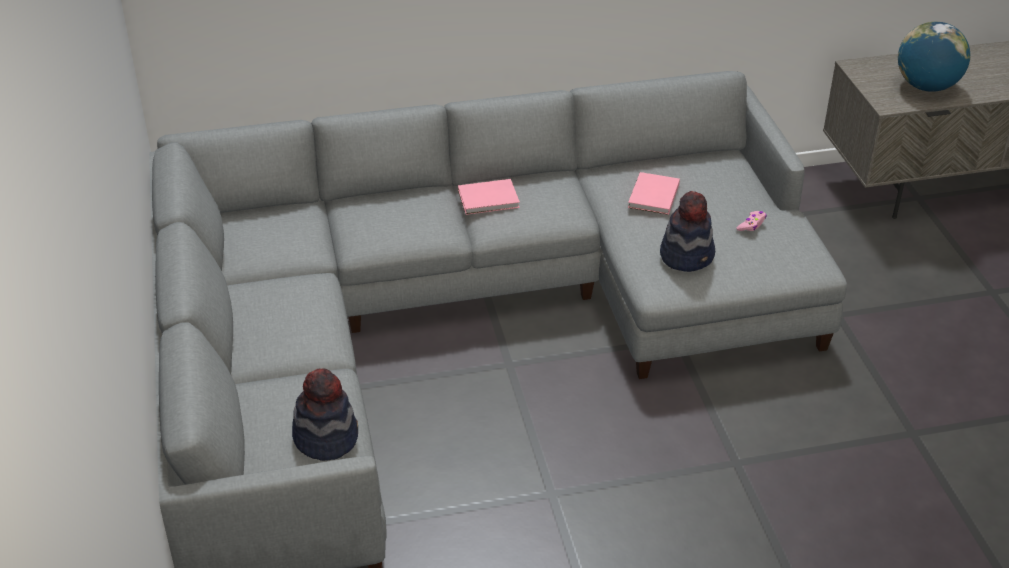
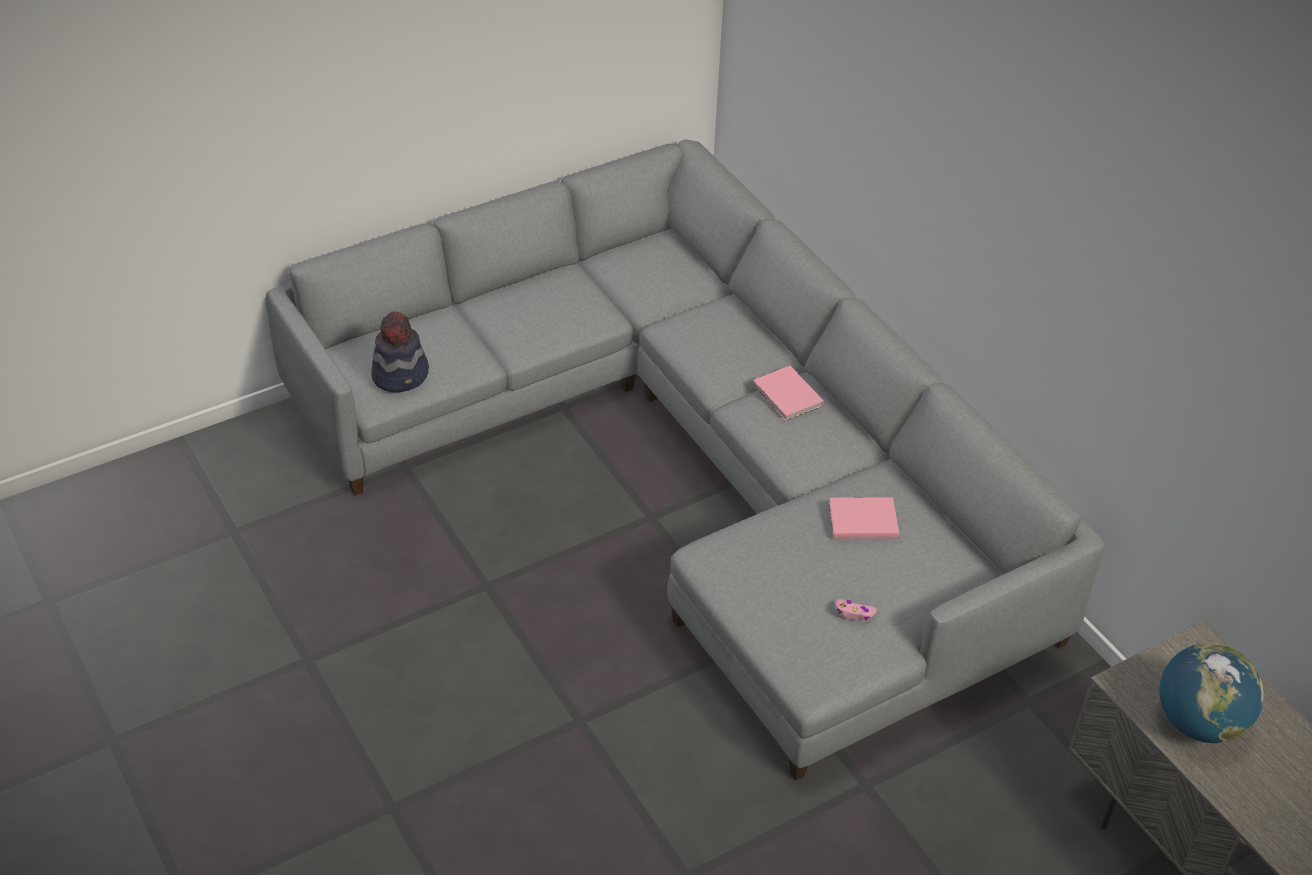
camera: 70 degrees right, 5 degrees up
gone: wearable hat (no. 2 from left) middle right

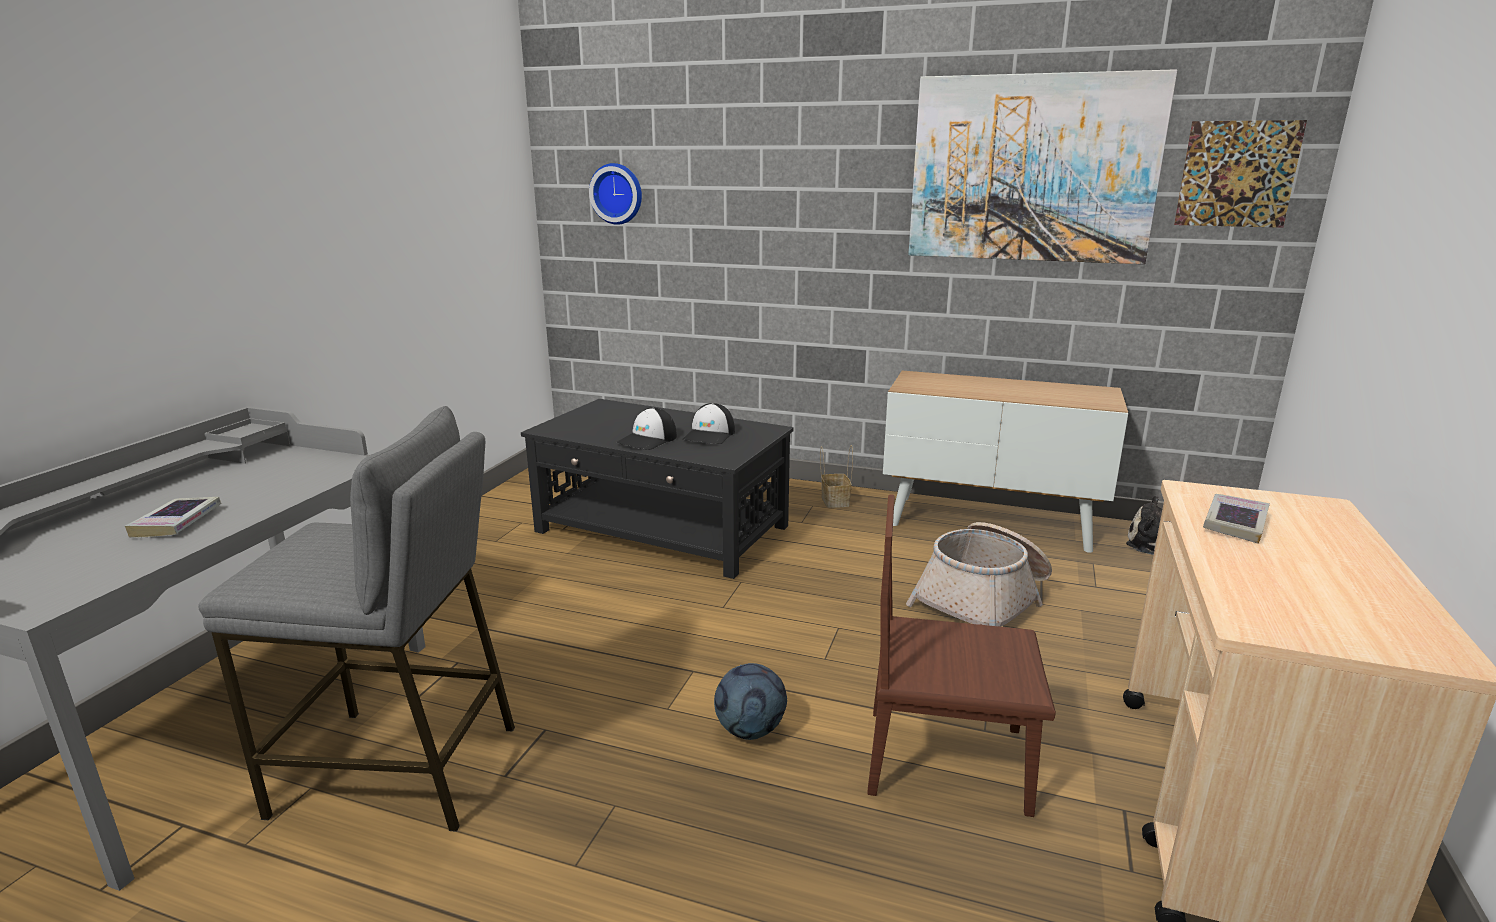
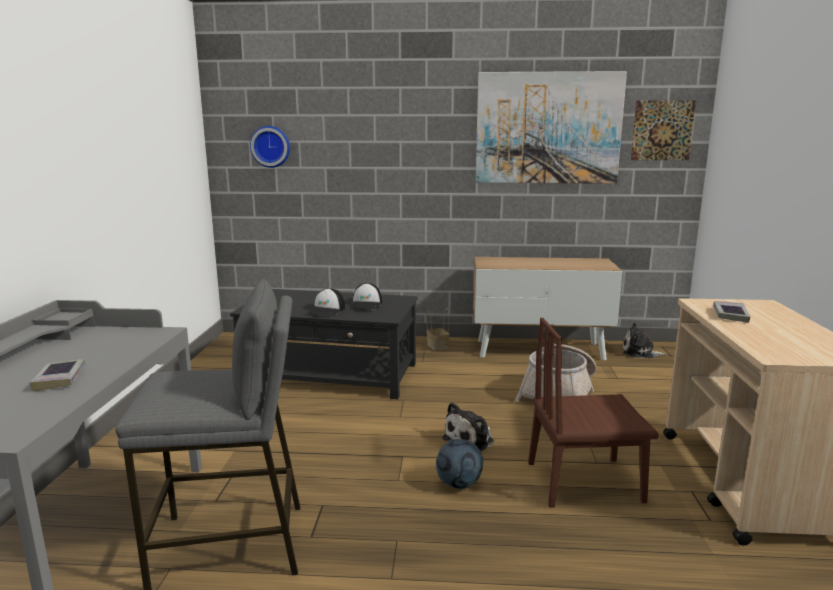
camera: 15 degrees left, 5 degrees down
new: cuddly toy (no. 1 from left) bottom centre

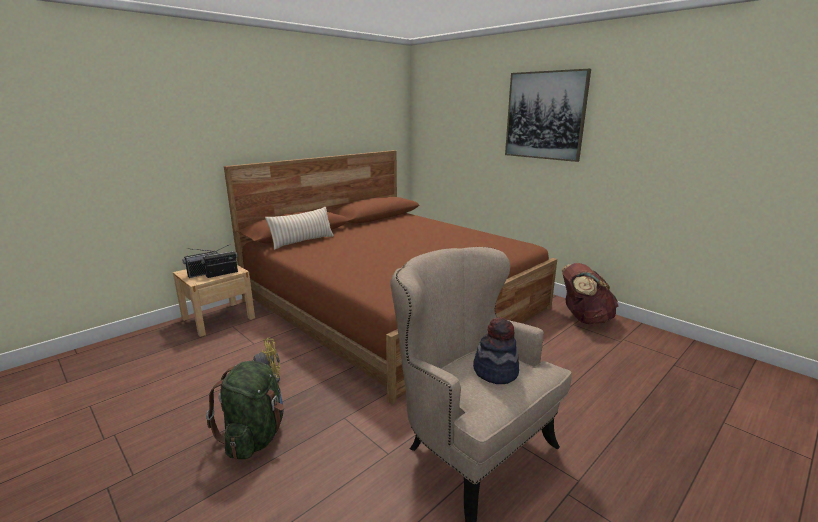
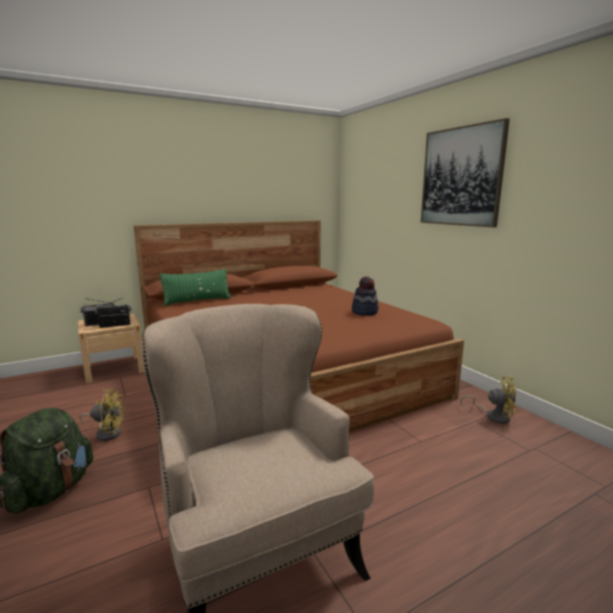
camera: 15 degrees right, 5 degrees down
shifted: wearable hat bottom centre to centre
swapped: brownish backpack middle right to yellowish cooling fan (no. 2 from left) middle right
repainted: sand-coloured throw pillow centre to green throw pillow middle left

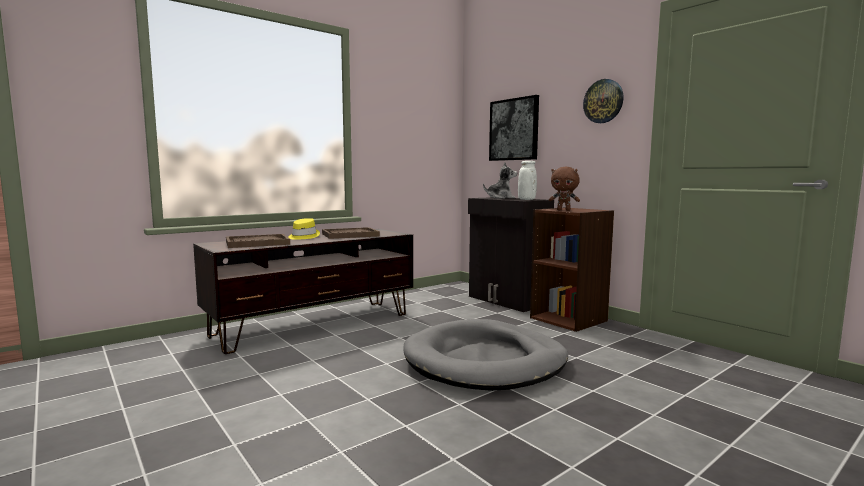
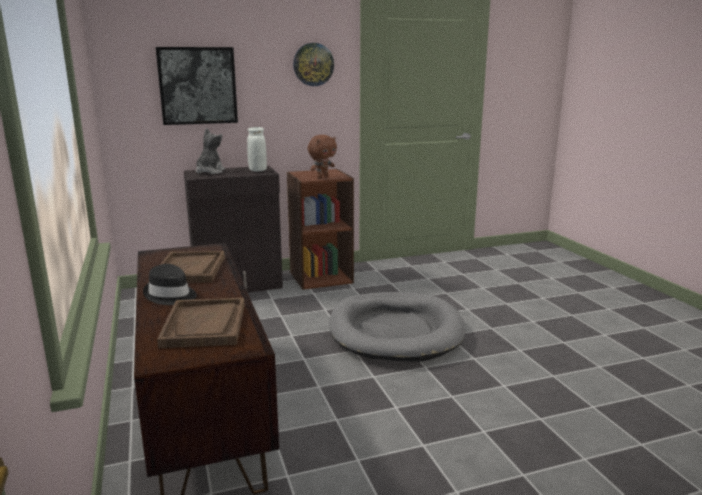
camera: 70 degrees left, 10 degrees up
repainted: yellowish wearable hat centre to black wearable hat middle left

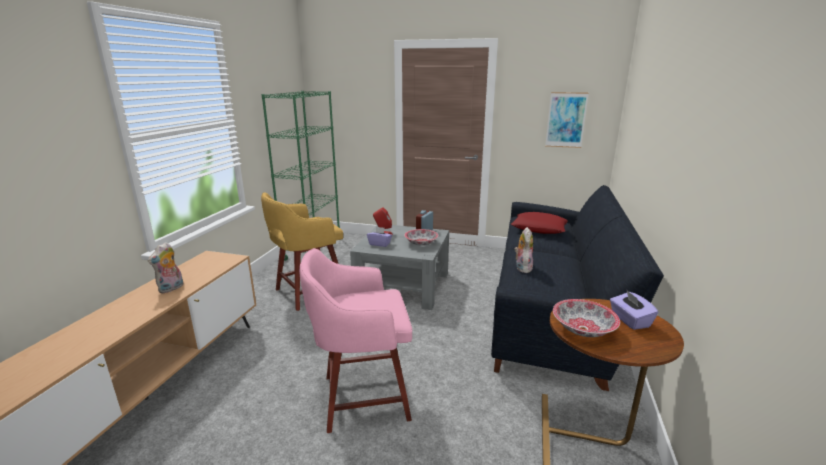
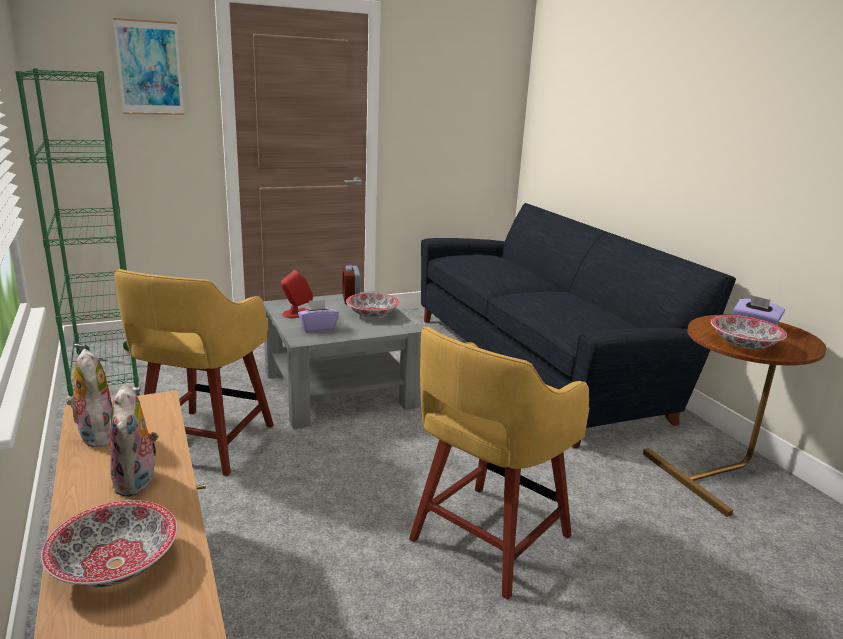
camera: 40 degrees left, 0 degrees up
gone: reddish throw pillow centre
new: bowl (no. 1 from left) bottom left
shifted: cuddly toy (no. 2 from left in the first image) centre to cuddly toy (no. 1 from left) middle left; wall picture top right to top left
repainted: pinkish stool seat bottom centre to yellowish stool seat (no. 2 from left) bottom centre

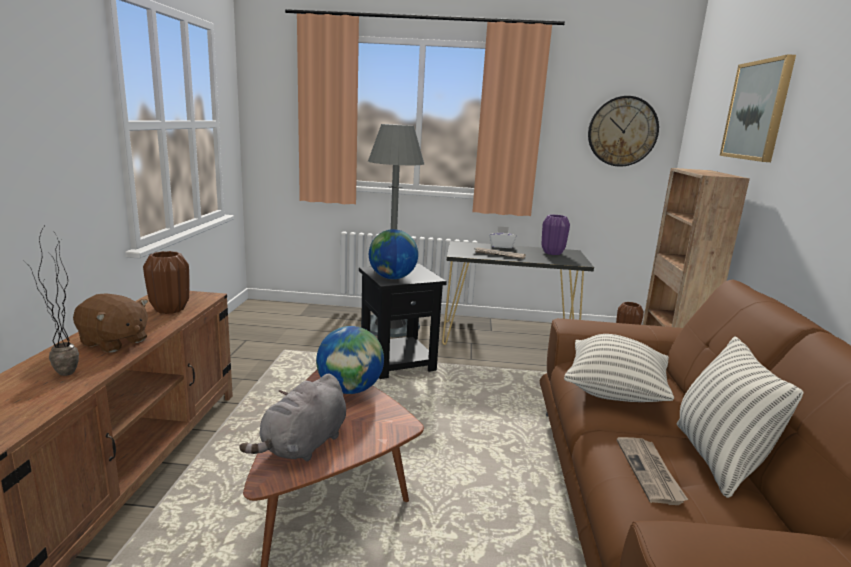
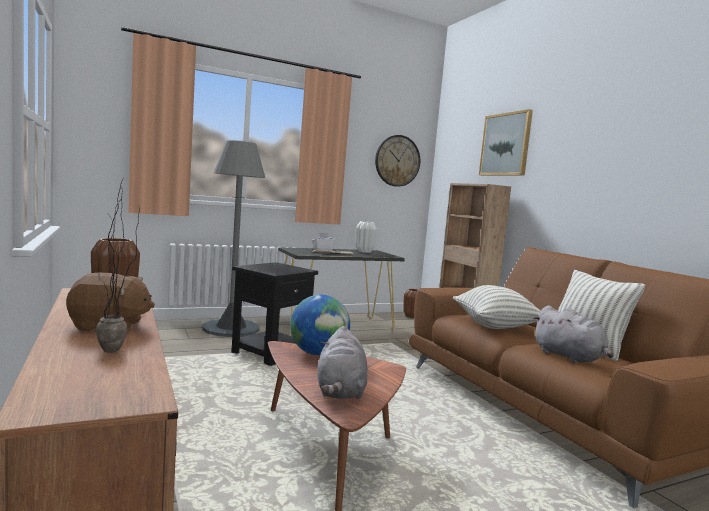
camera: 30 degrees left, 10 degrees down
gone: globe (no. 2 from left) centre
swapped: newspaper (no. 2 from left) bottom right to gray cuddly toy (no. 2 from left) middle right
repainted: purple-coloured vase centre to whitish vase centre

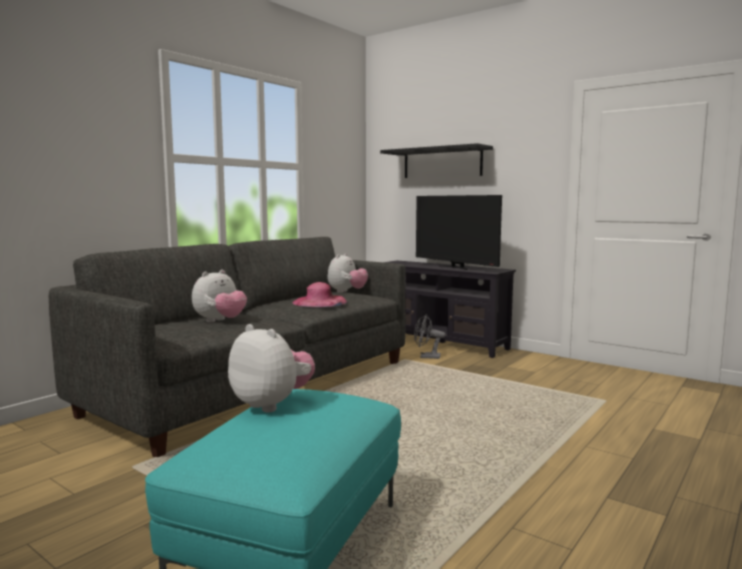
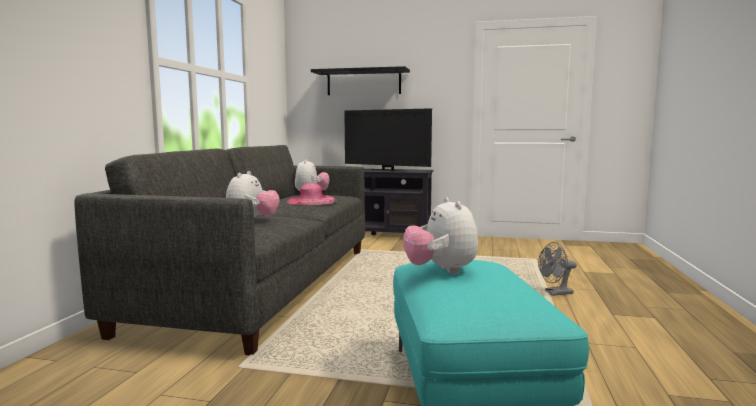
camera: 25 degrees left, 0 degrees up
shifted: gray cooling fan centre to middle right
rotated: cuddly toy (no. 2 from left in the first image) centre = centre 120 degrees counterclockwise

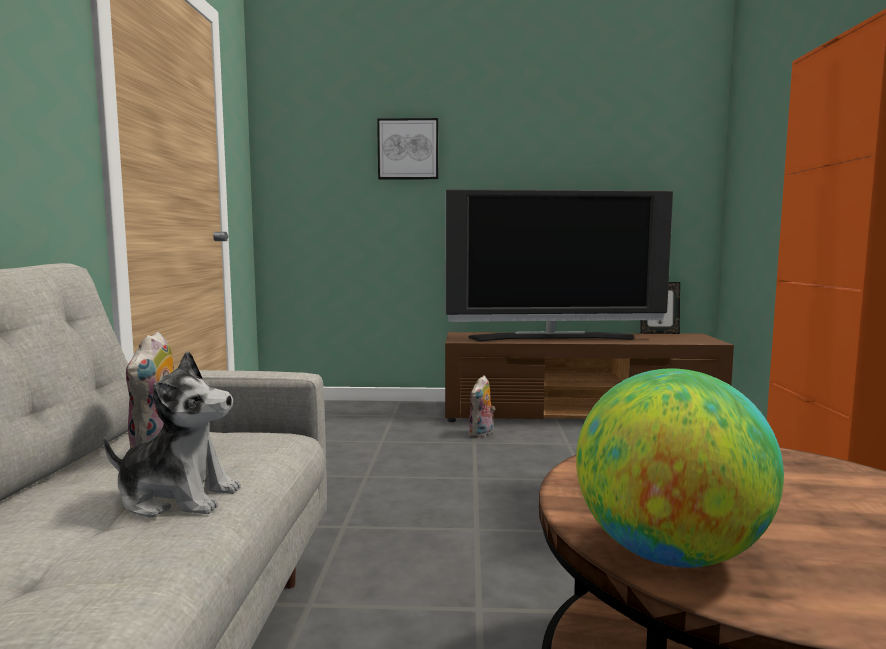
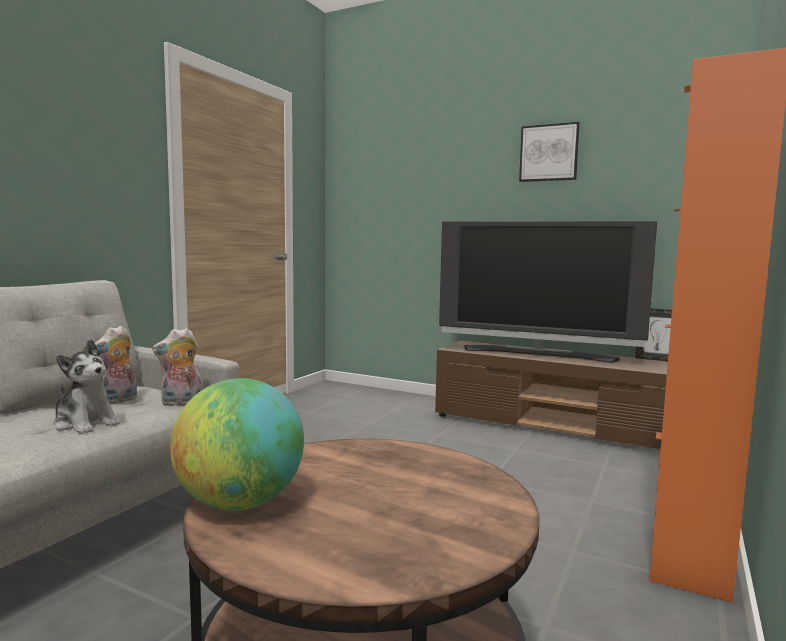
camera: 25 degrees right, 0 degrees up
shifted: cuddly toy (no. 3 from left) centre to middle left; wall picture top centre to top right

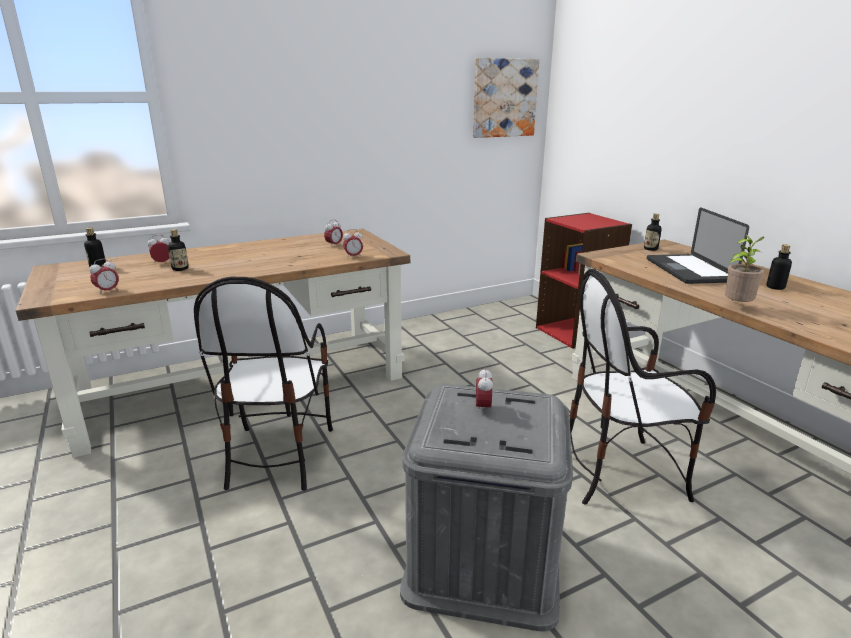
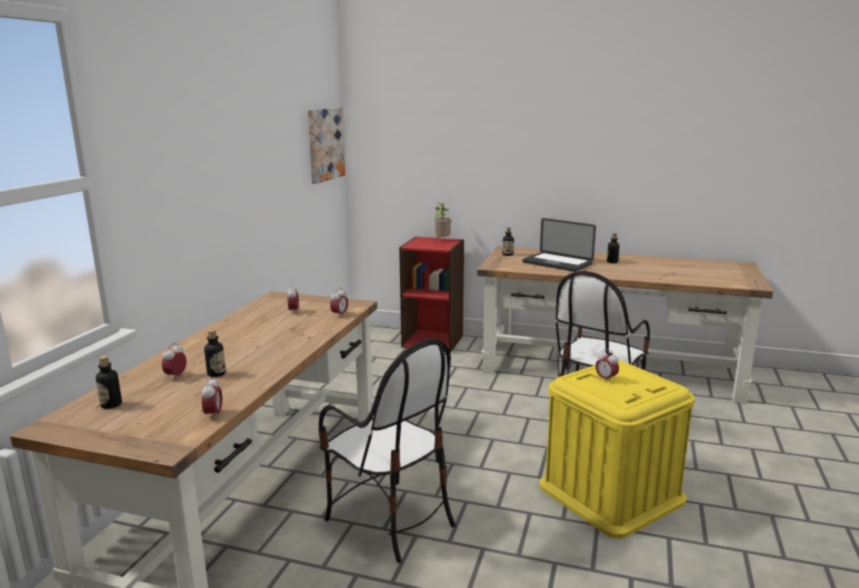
camera: 45 degrees left, 5 degrees down
shifted: potted plant middle right to centre
repainted: gray storage box bottom centre to yellowish storage box bottom right

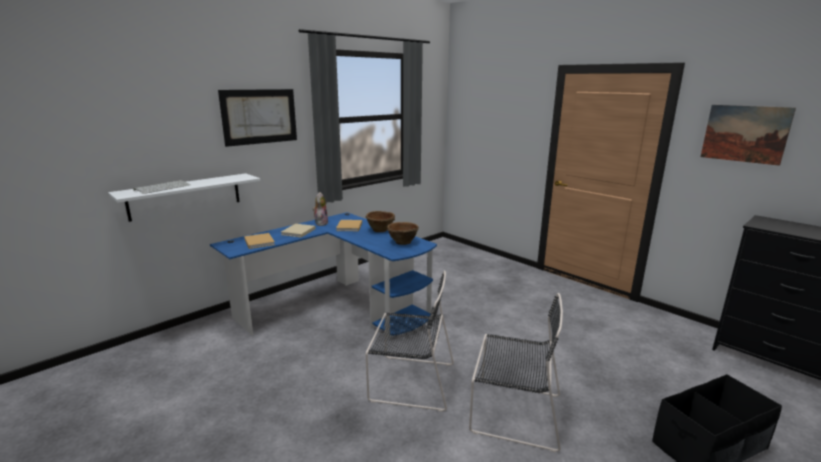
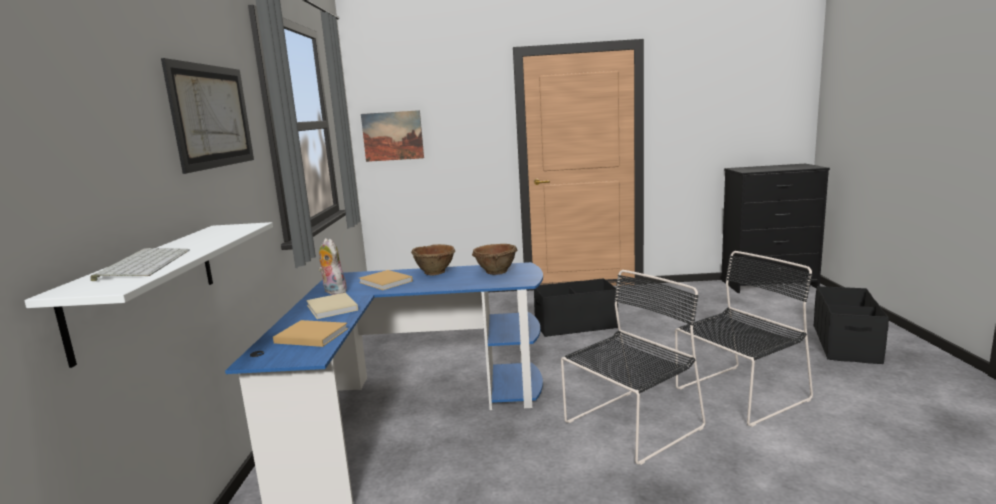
camera: 45 degrees left, 5 degrees down
new: black storage box (no. 1 from left) centre
shifted: wall picture (no. 2 from left) top right to top centre

